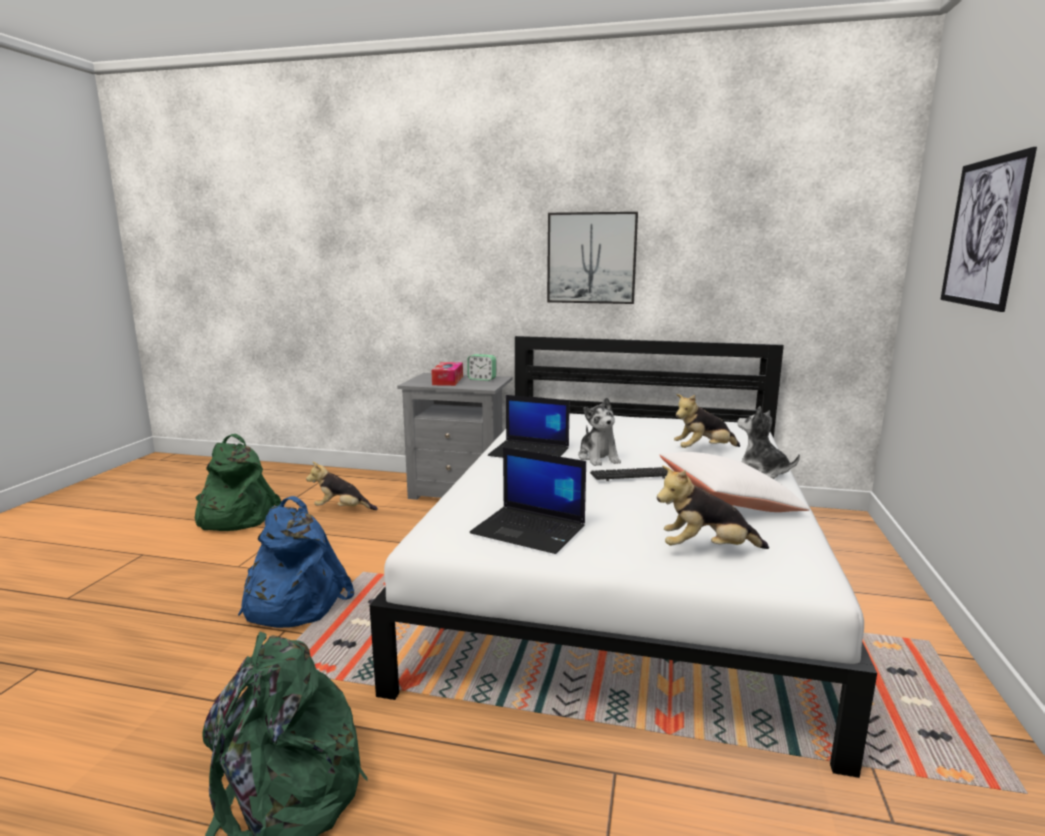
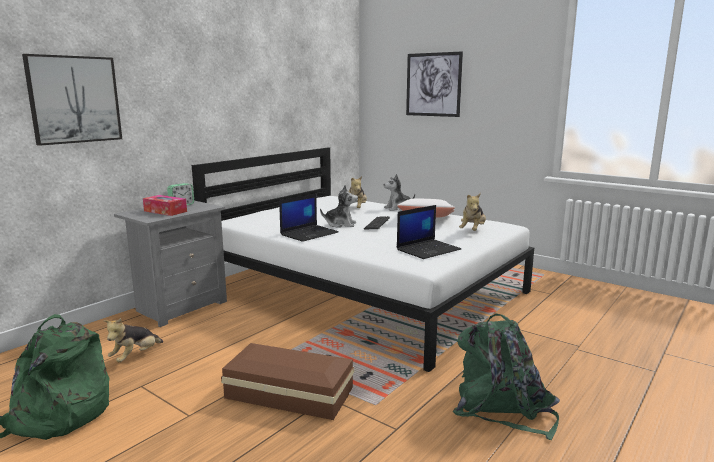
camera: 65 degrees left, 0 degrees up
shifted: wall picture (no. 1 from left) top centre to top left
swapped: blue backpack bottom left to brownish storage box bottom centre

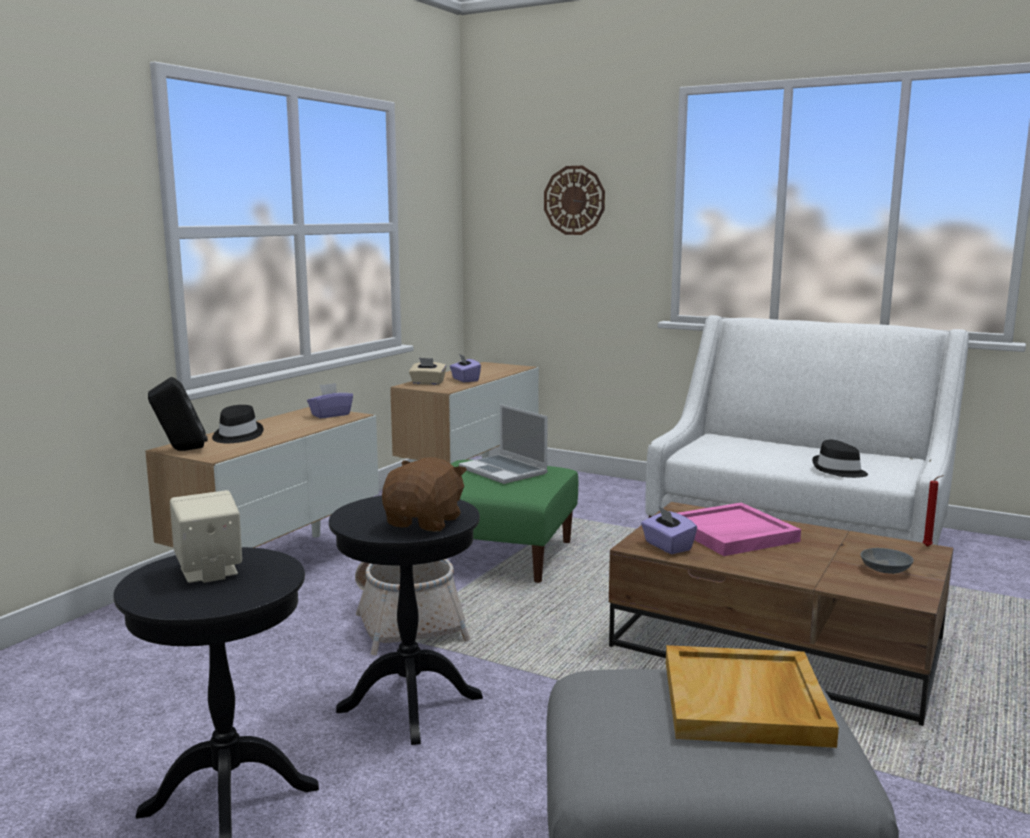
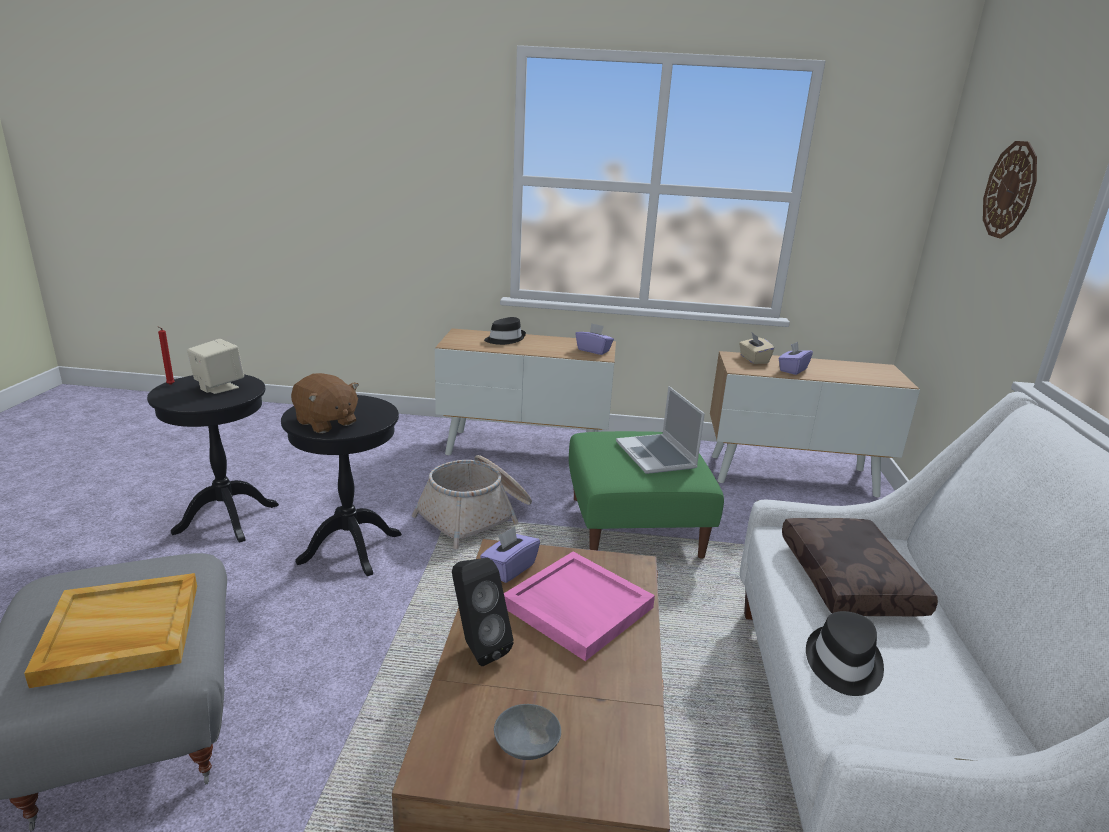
camera: 65 degrees right, 10 degrees up
new: brownish throw pillow bottom right
shifted: reddish candle middle right to middle left; black audio speaker middle left to bottom centre
rotated: brownish cuddly toy centre = middle left 45 degrees clockwise; portable computer centre = centre 45 degrees counterclockwise

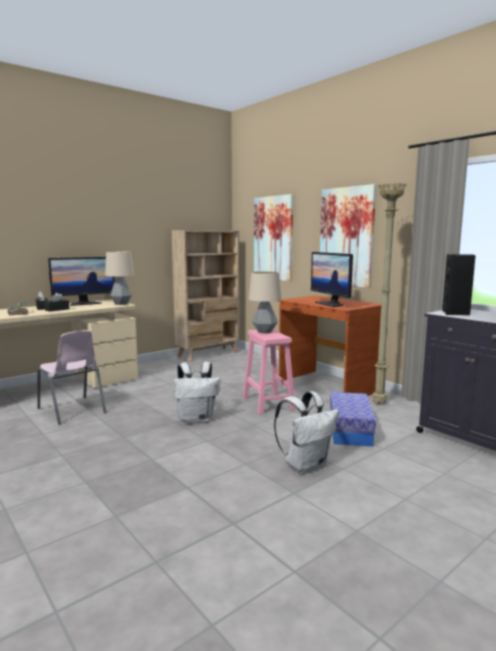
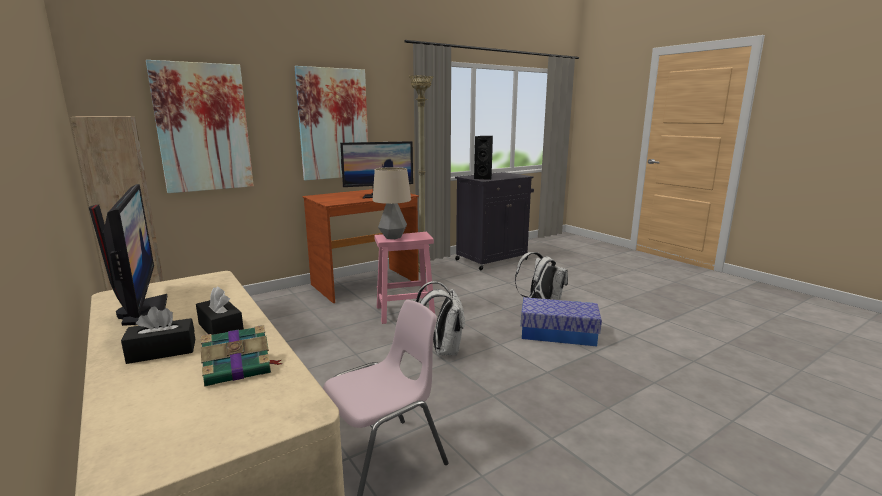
camera: 85 degrees left, 5 degrees up
gone: lamp for a table (no. 1 from left) middle left
shifted: storage box middle right to centre

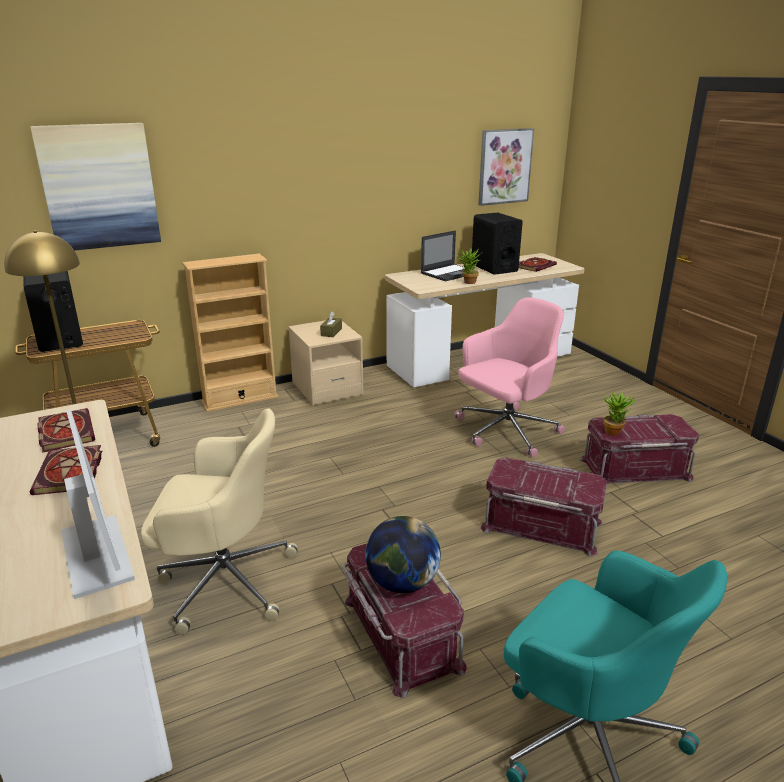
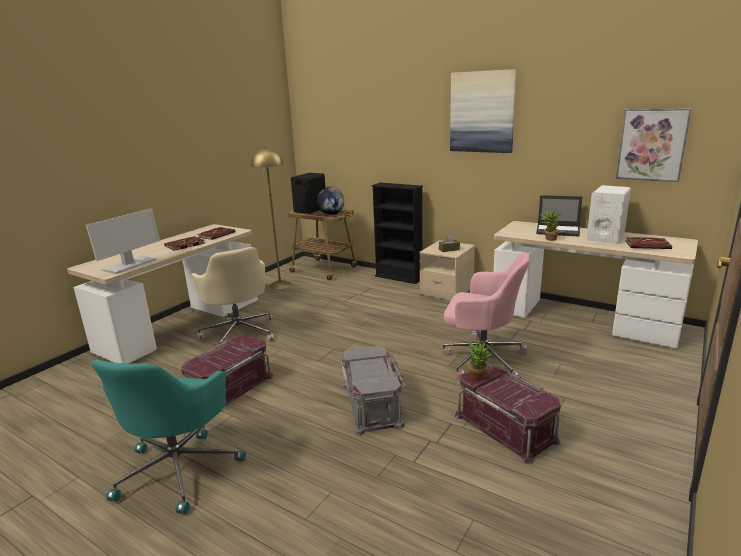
camera: 60 degrees right, 5 degrees down
shifted: globe bottom centre to centre; wall picture (no. 1 from left) top left to top centre
repainted: reddish storage box (no. 2 from left) middle right to gray storage box bottom centre; sand-coloured bookcase middle left to black bookcase centre; black audio speaker (no. 2 from left) top centre to whitish audio speaker middle right

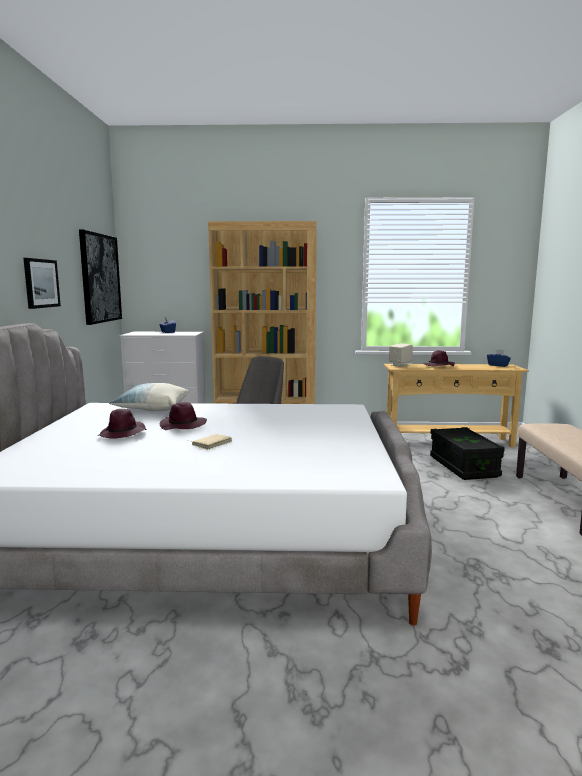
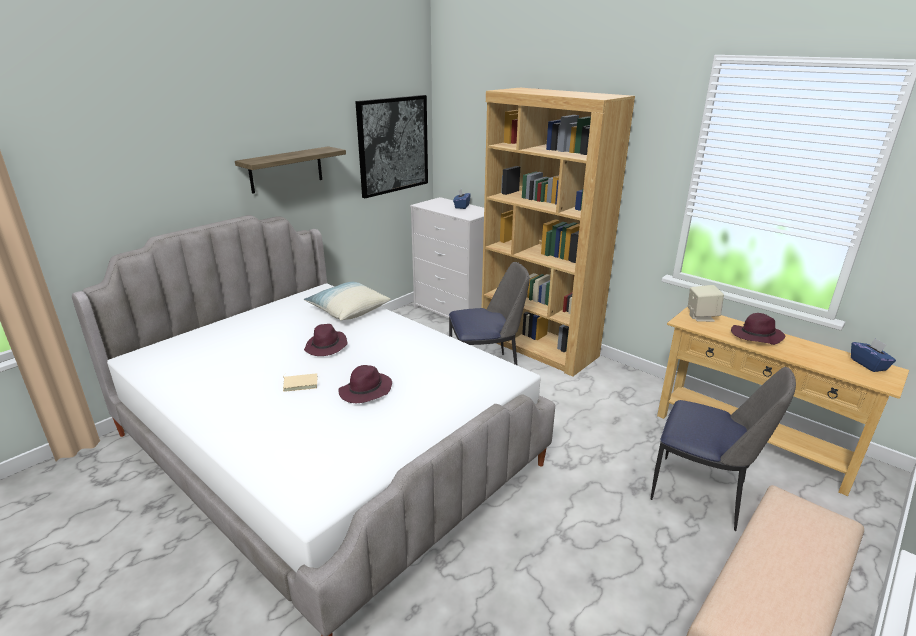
camera: 40 degrees right, 15 degrees up
shifted: purple-coloured wearable hat (no. 1 from left in the first image) middle left to purple-coloured wearable hat (no. 2 from left) centre
swapped: wall picture (no. 1 from left) middle left to wall shelf top left; black storage box middle right to plain chair (no. 2 from left) bottom right

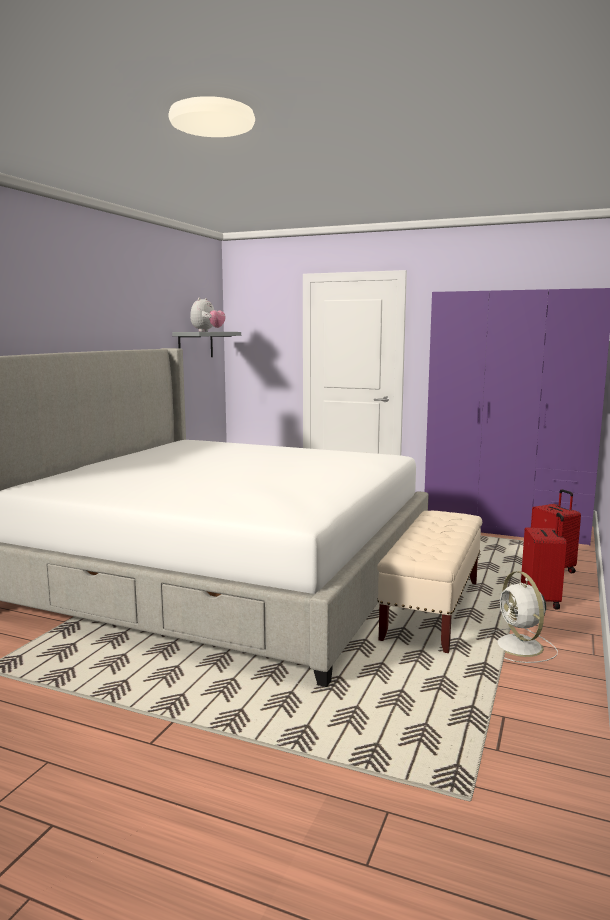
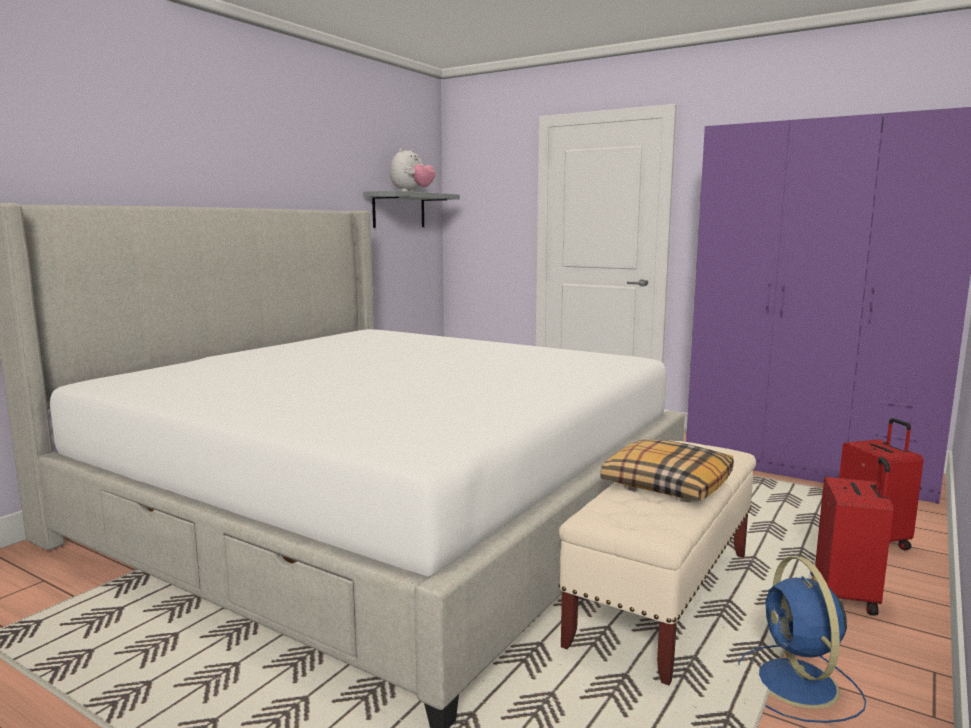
camera: 10 degrees right, 0 degrees up
new: throw pillow middle right
repainted: whitish cooling fan bottom right to blue cooling fan bottom right

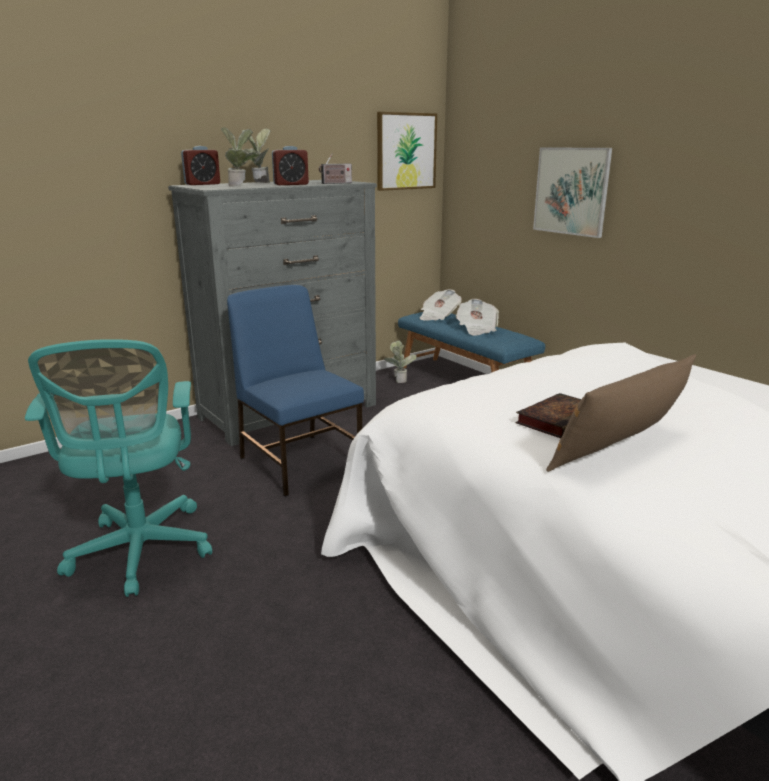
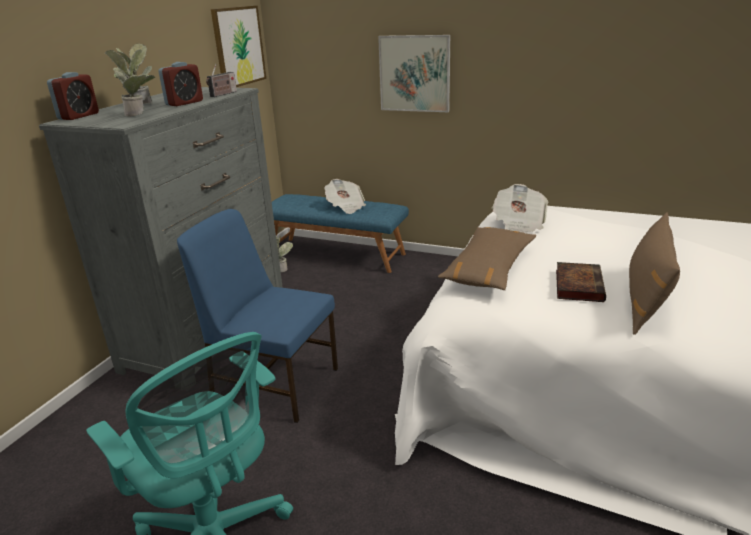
camera: 30 degrees left, 5 degrees up
new: brownish throw pillow (no. 1 from left) centre
shifted: newspaper (no. 1 from left in the first image) centre to newspaper (no. 2 from left) middle right

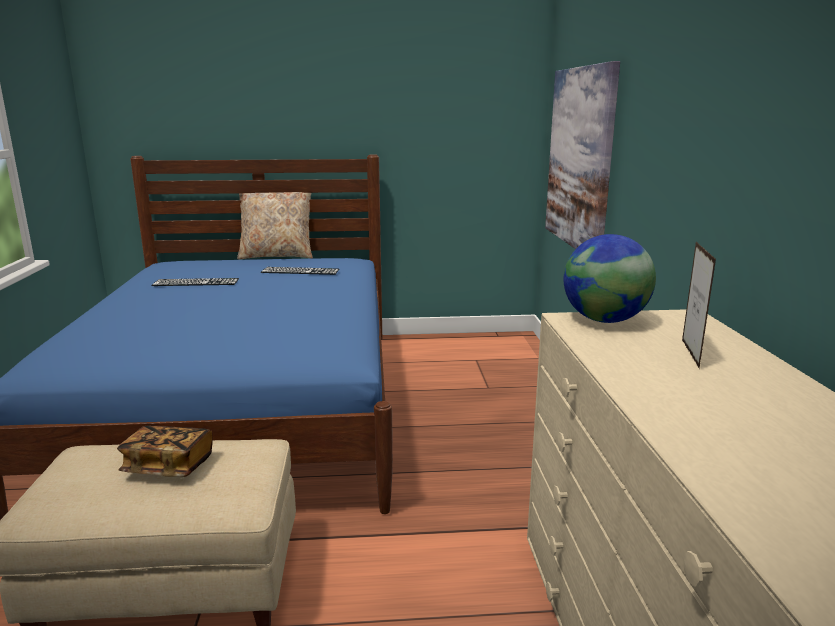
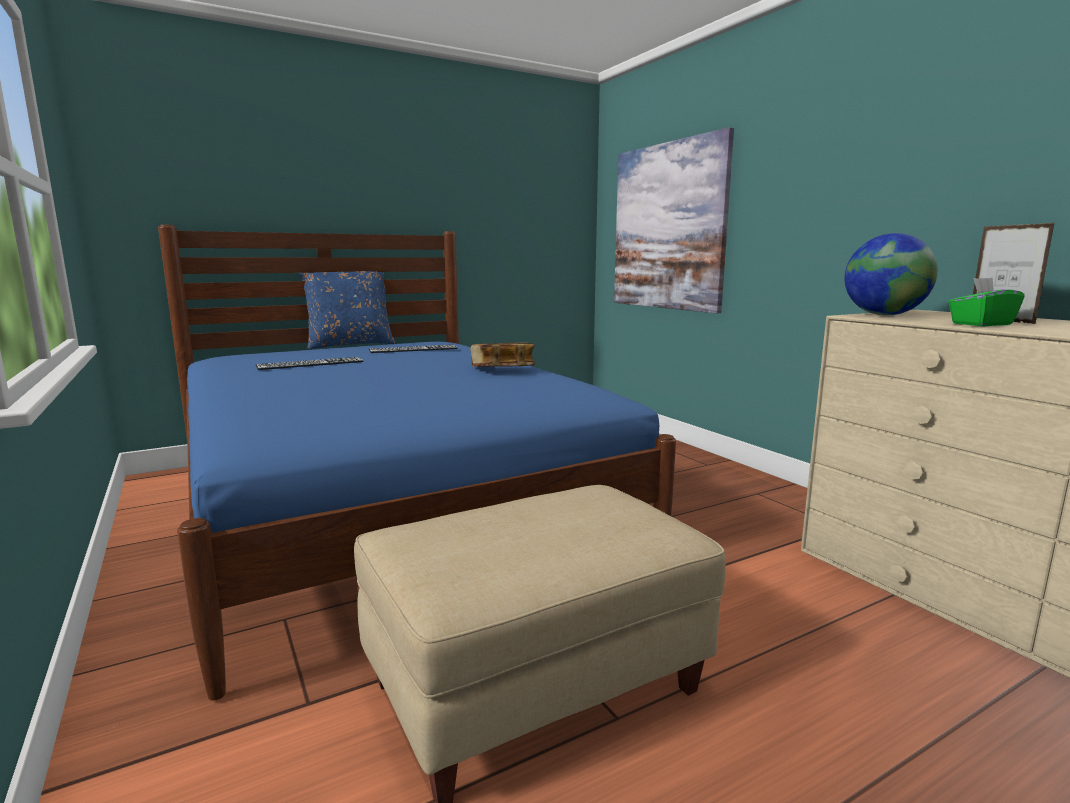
camera: 25 degrees left, 5 degrees down
new: green tissue holder middle right
shifted: volume bottom left to centre
repainted: sand-coloured throw pillow middle left to blue throw pillow middle left

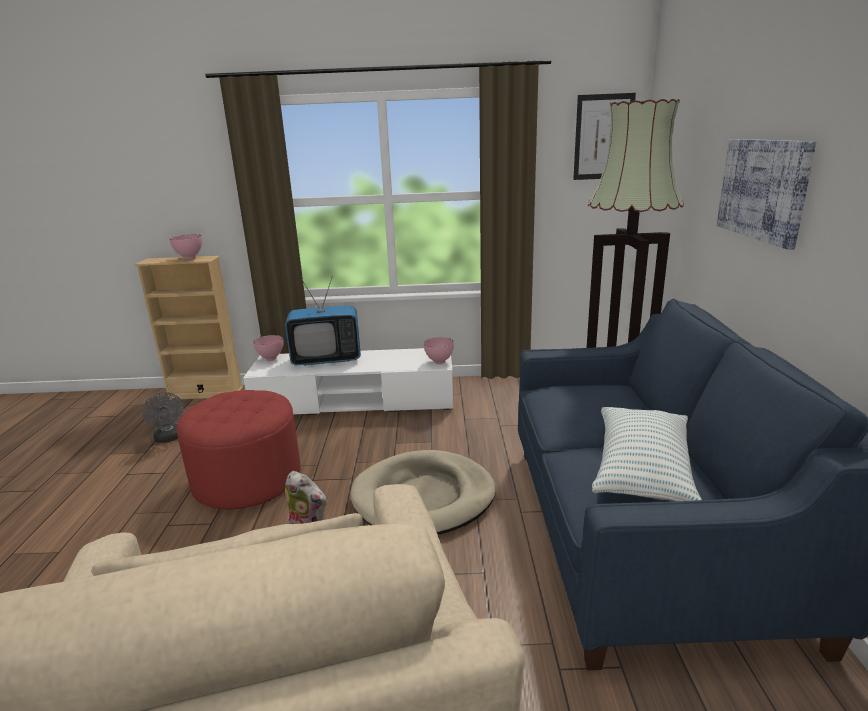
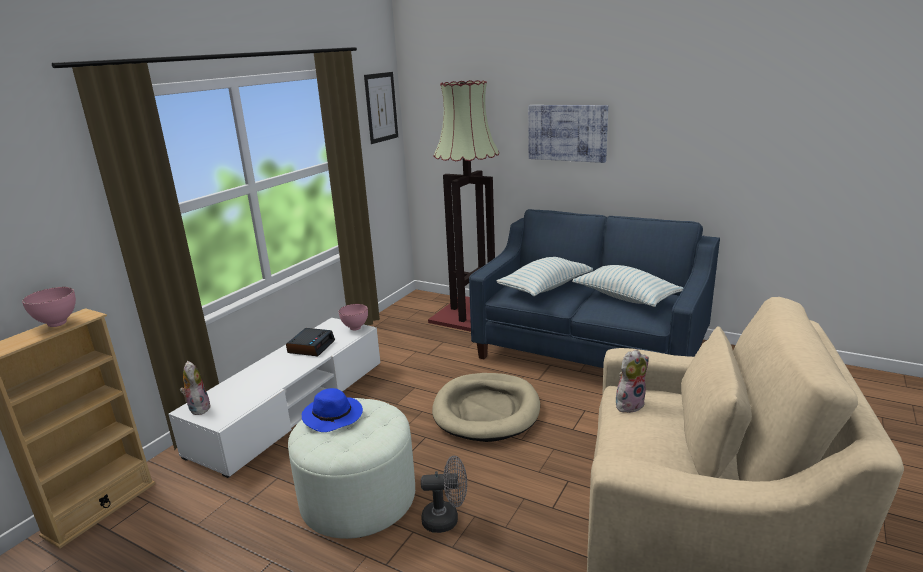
camera: 60 degrees left, 0 degrees up
gone: TV set centre
new: table clock centre; blue wearable hat bottom centre; throw pillow (no. 1 from left) centre
shifted: gray cooling fan middle left to bottom centre
swapped: pinkish bowl (no. 2 from left) middle left to cuddly toy (no. 1 from left) bottom left
repainted: reddish pouffe middle left to whitish pouffe bottom centre

